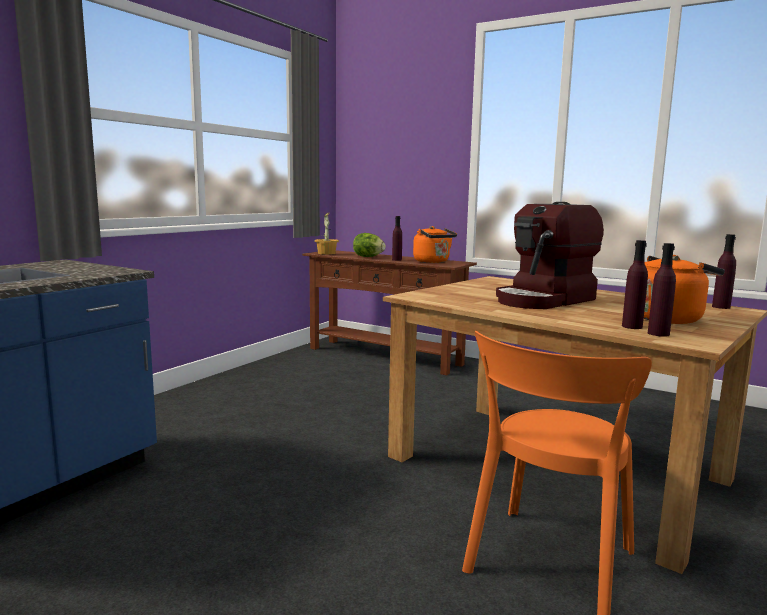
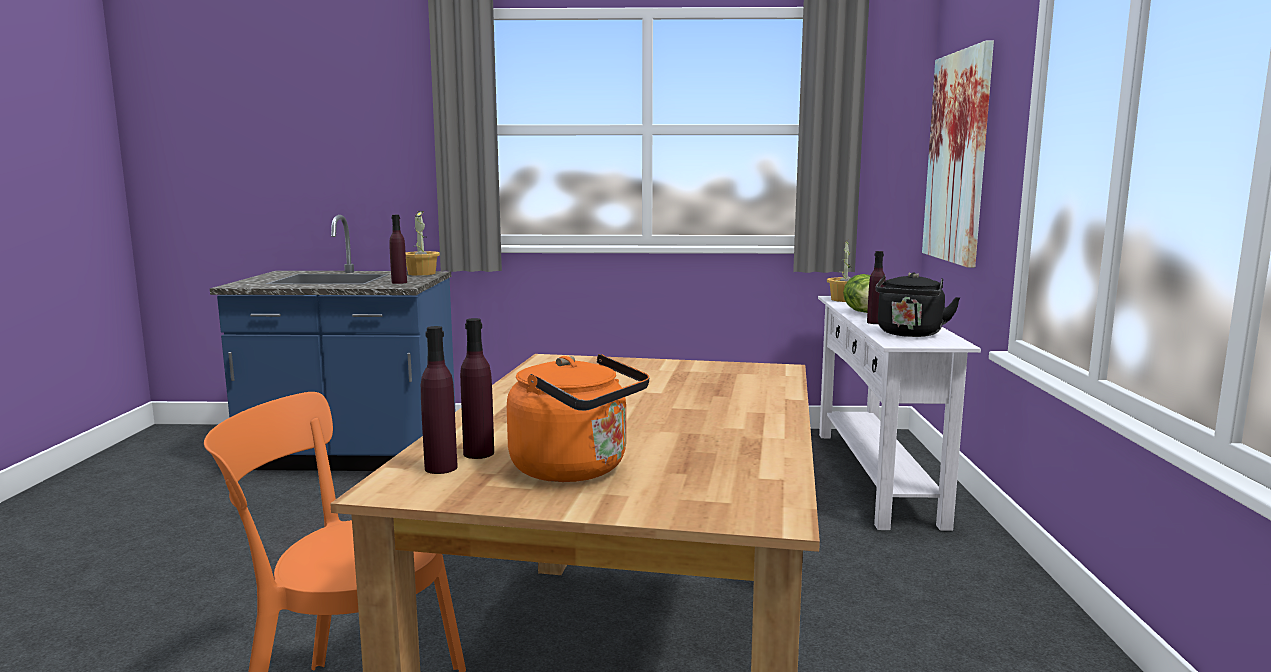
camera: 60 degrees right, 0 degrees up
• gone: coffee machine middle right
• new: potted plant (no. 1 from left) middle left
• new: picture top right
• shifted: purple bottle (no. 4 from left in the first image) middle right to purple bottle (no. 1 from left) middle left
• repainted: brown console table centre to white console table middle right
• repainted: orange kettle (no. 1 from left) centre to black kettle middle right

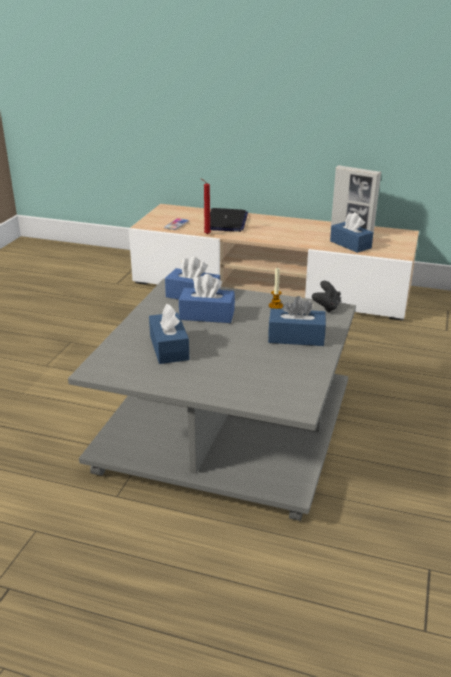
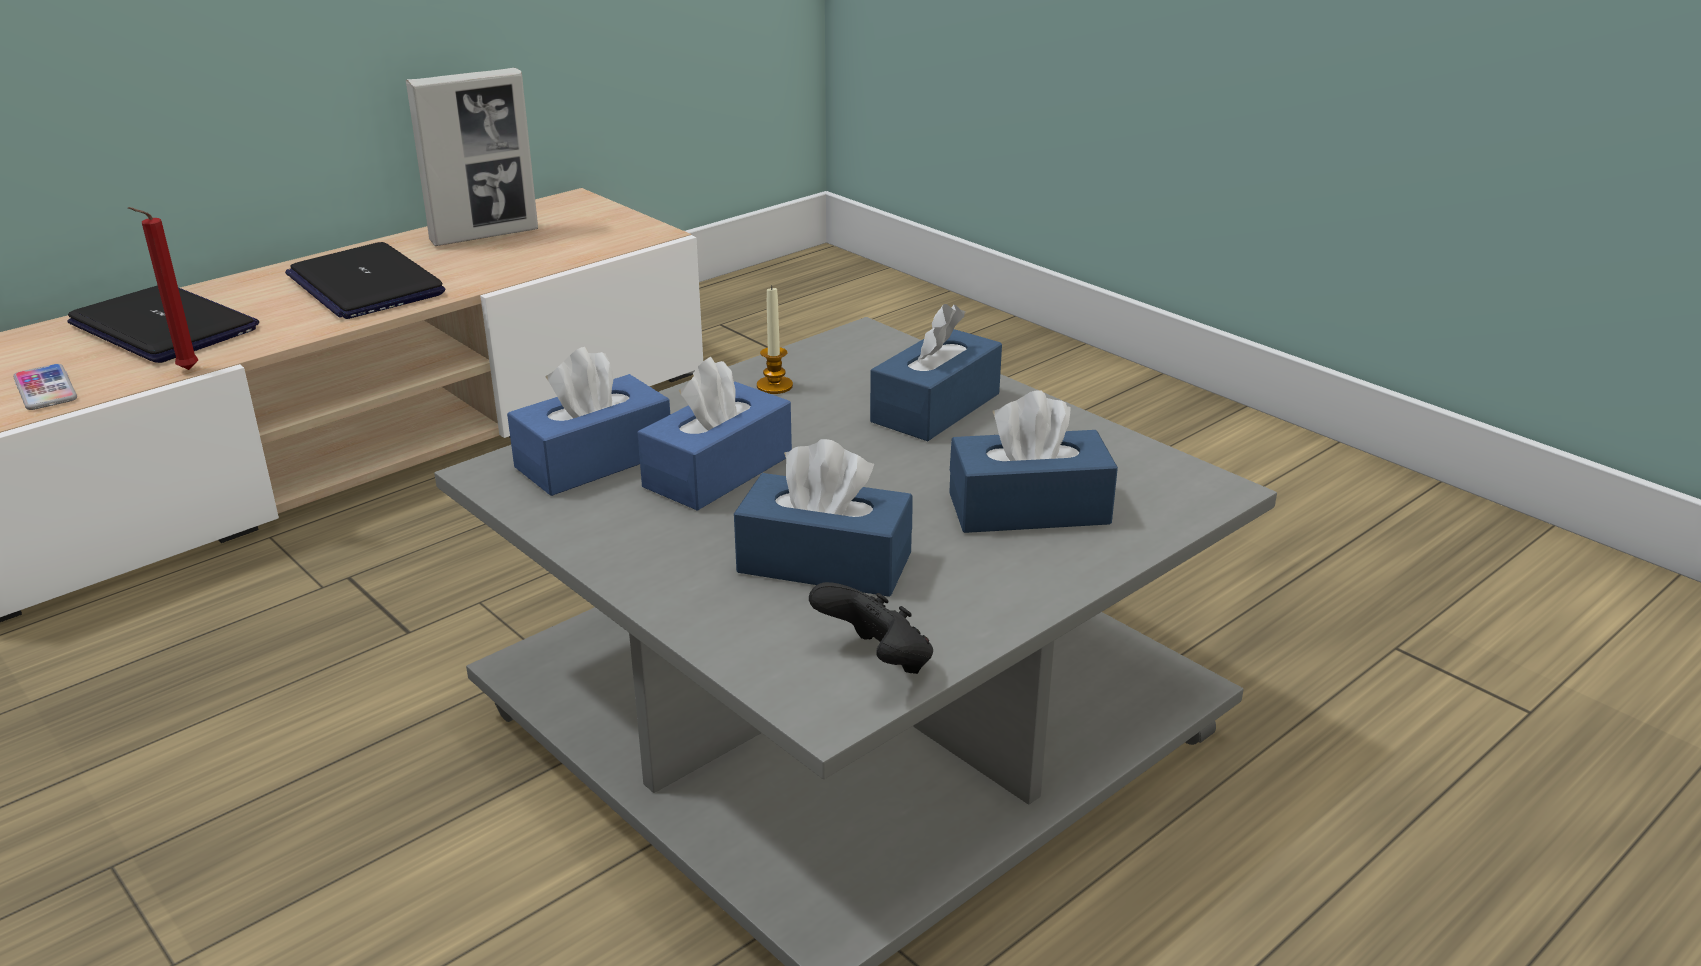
camera: 60 degrees left, 0 degrees up
• new: laptop (no. 2 from left) top left
• shifted: black game controller middle right to centre
• shifted: blue tissue box (no. 5 from left) middle right to centre

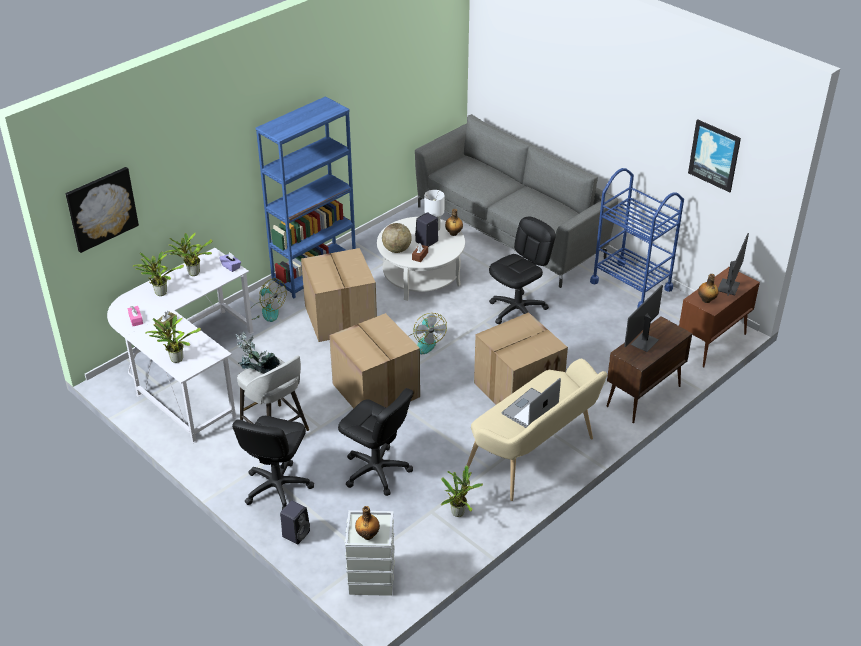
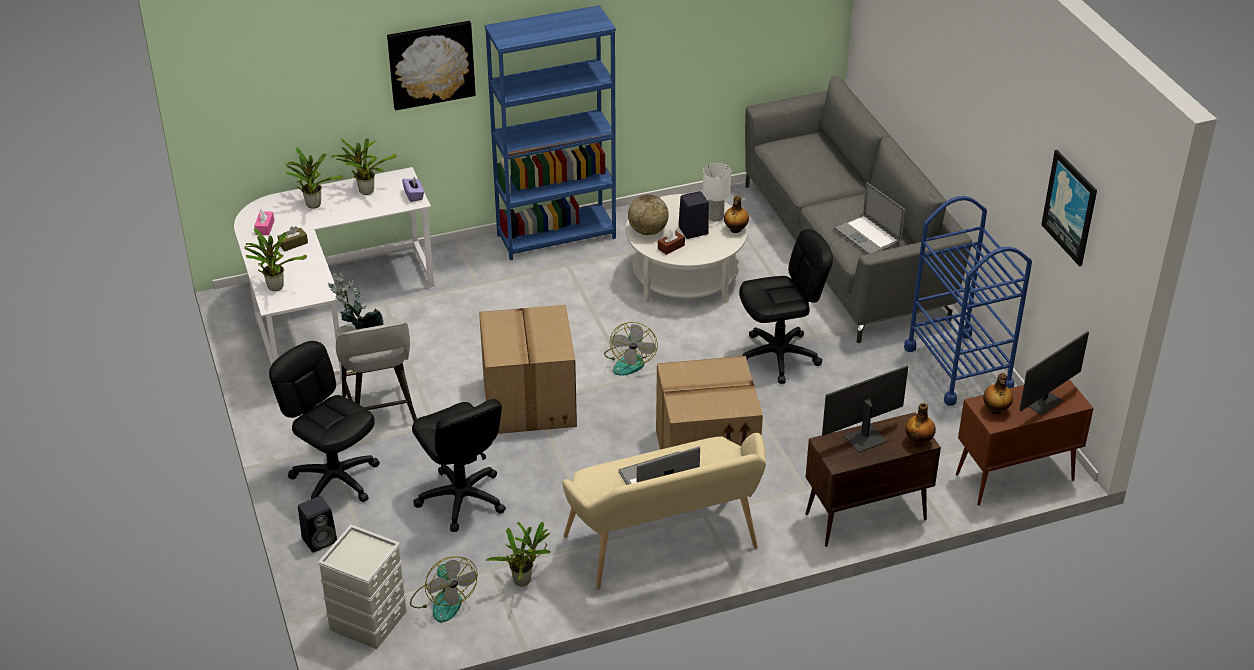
camera: 25 degrees right, 0 degrees up
• gone: cardboard box (no. 1 from left) centre
• new: laptop (no. 2 from left) top right
• shifted: picture (no. 1 from left) top left to top centre
• shifted: fan (no. 1 from left) middle left to bottom centre
• shifted: bottle (no. 1 from left in the first image) bottom centre to bottle (no. 2 from left) middle right
• rotated: black office chair (no. 1 from left) bottom left = middle left 90 degrees clockwise

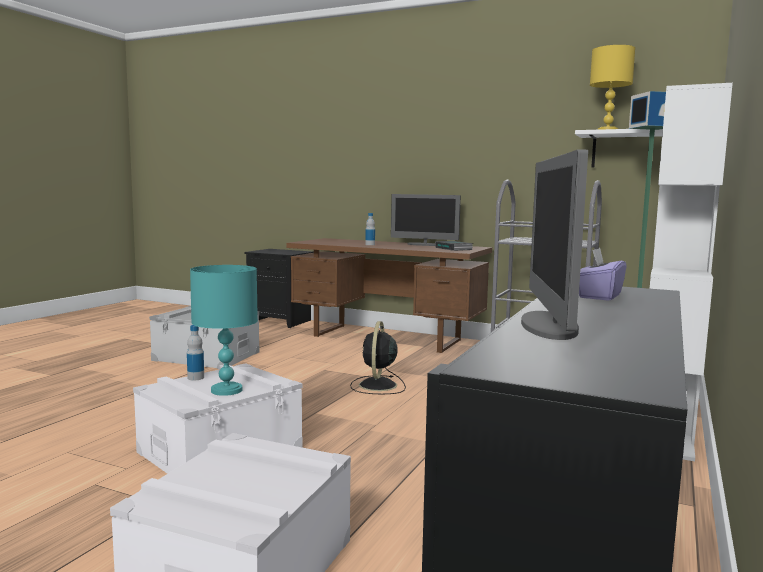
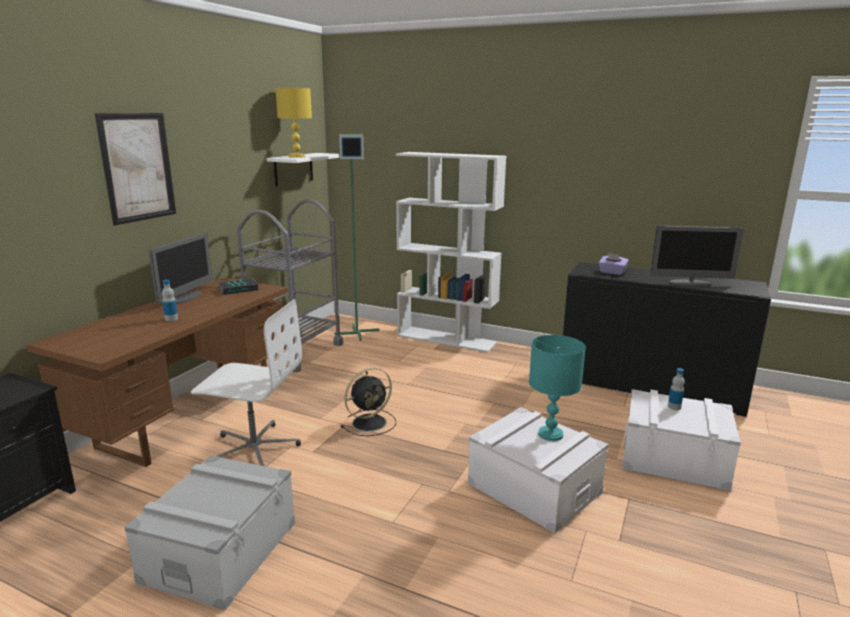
camera: 90 degrees left, 10 degrees up
• new: picture top left
• new: white office chair middle left
• shifted: bottle (no. 1 from left in the first image) middle left to bottle (no. 2 from left) middle right
• rotated: black fan centre = centre 45 degrees counterclockwise

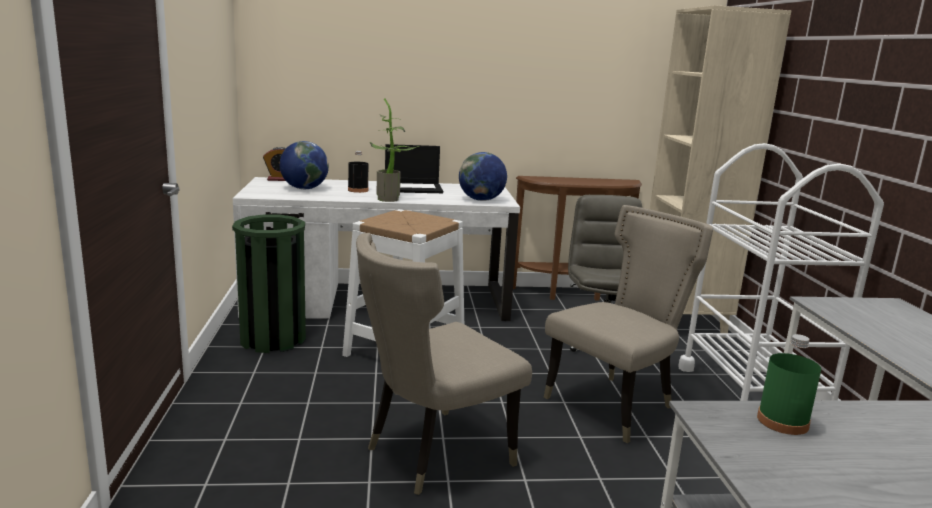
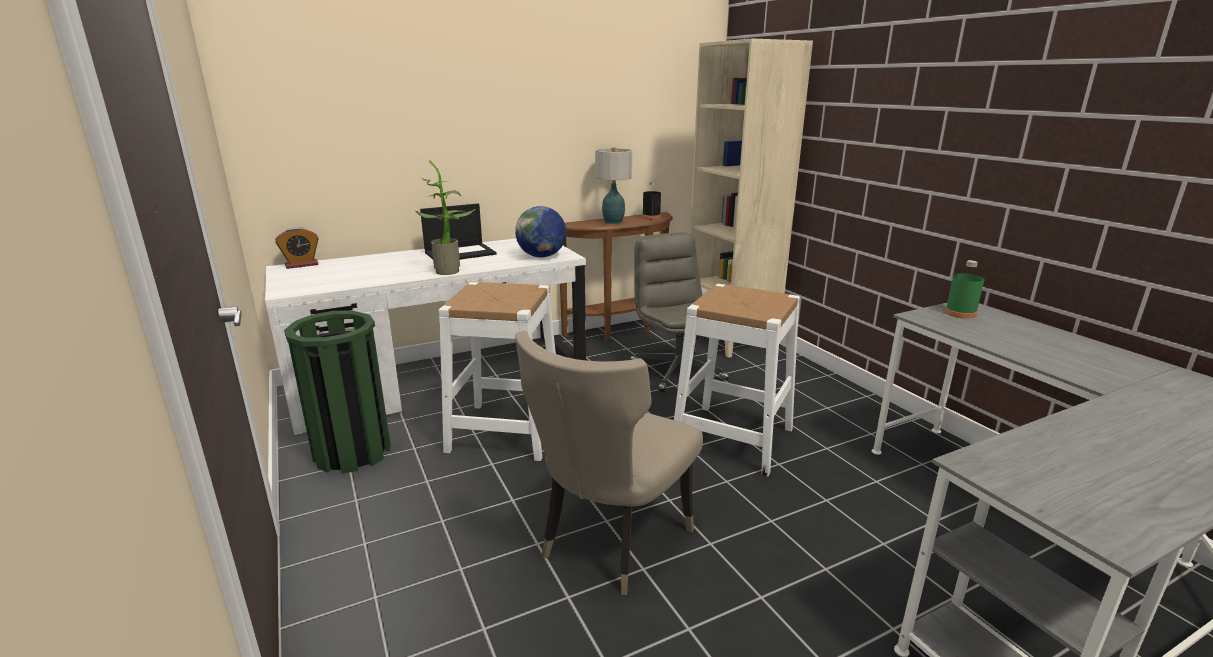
camera: 20 degrees left, 5 degrees up
• gone: globe (no. 1 from left) top left
• gone: white cart middle right
• new: table lamp top centre
• shifted: black bottle centre to top centre
• shifted: green bottle bottom right to middle right
• swapped: beige chair (no. 2 from left) middle right to white stool (no. 2 from left) centre

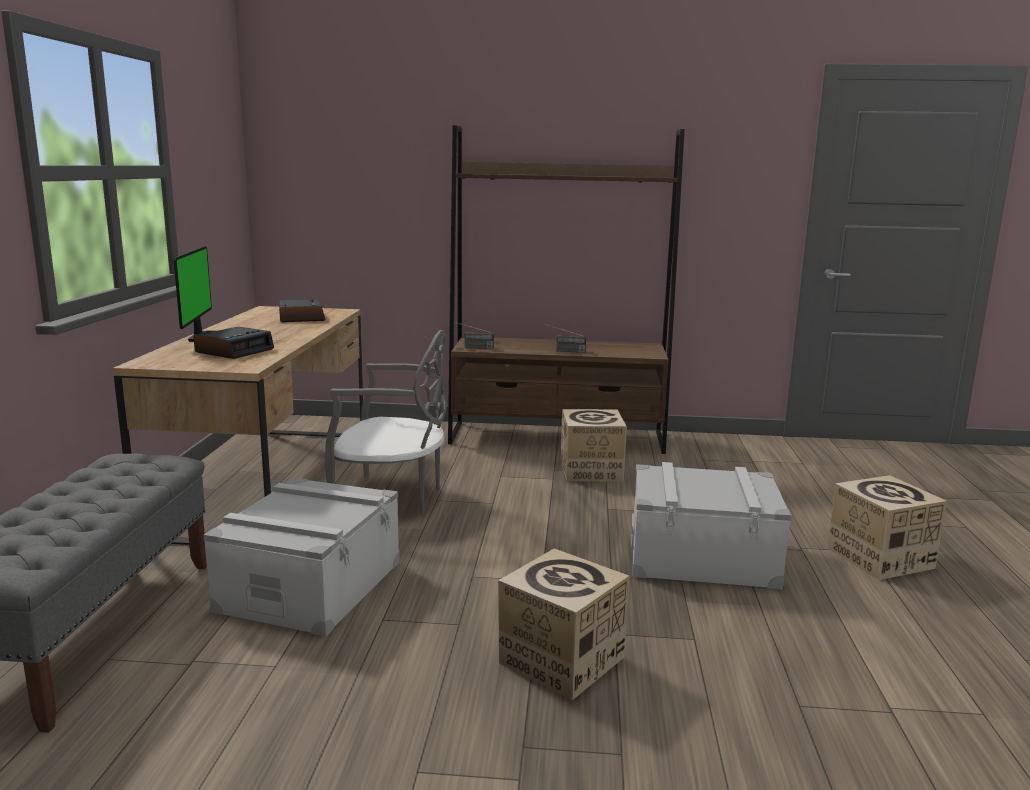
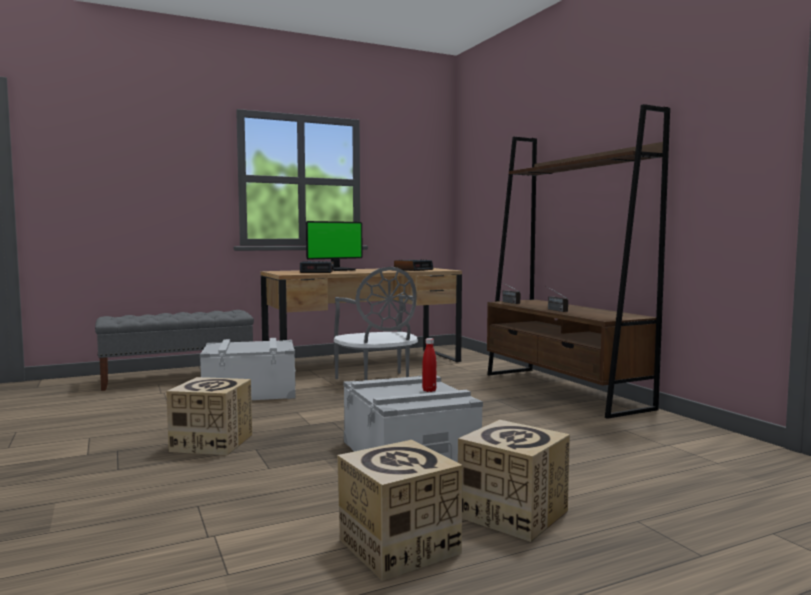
camera: 60 degrees right, 10 degrees down
• new: red bottle centre
• shifted: cardboard box (no. 2 from left) centre to bottom centre

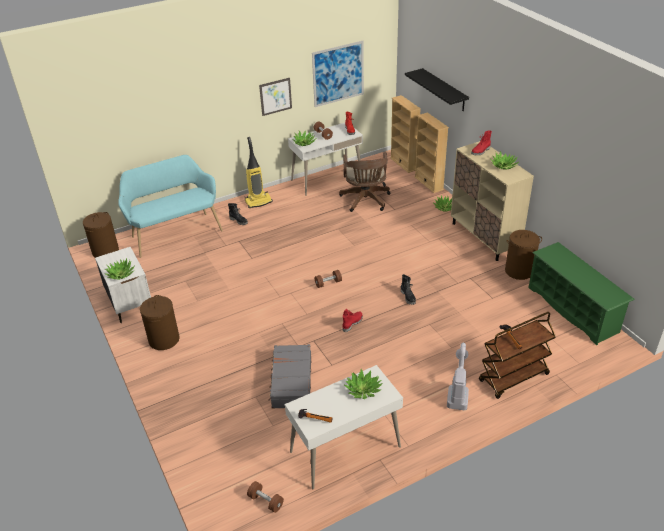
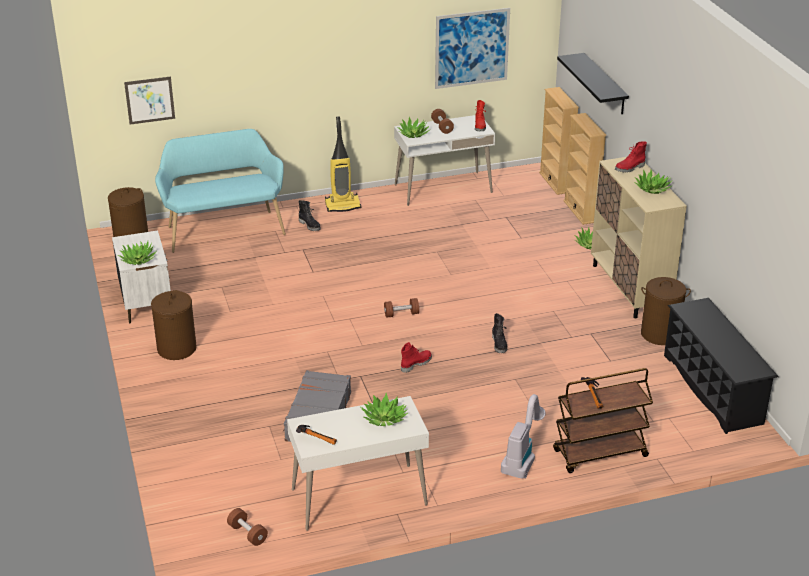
camera: 10 degrees right, 5 degrees down
• gone: brown office chair centre
• shifted: picture (no. 1 from left) top centre to top left
• repainted: green shoe rack middle right to black shoe rack middle right

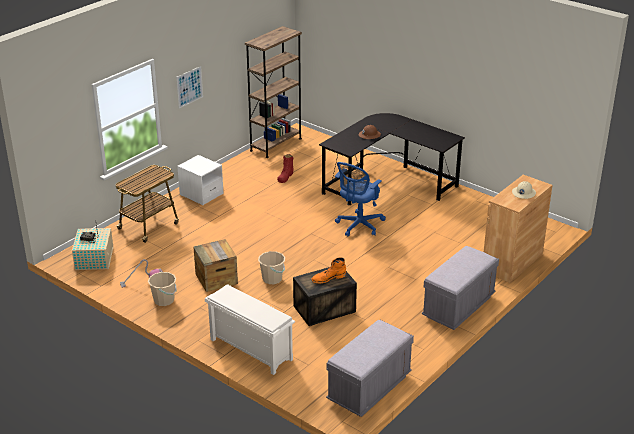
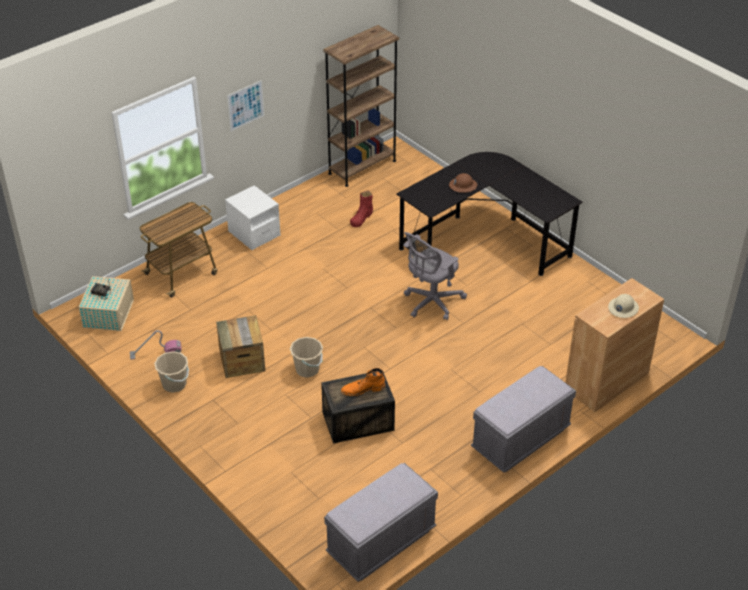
camera: 10 degrees right, 10 degrees up
• gone: white shoe rack bottom centre
• repainted: blue office chair centre to grey office chair centre

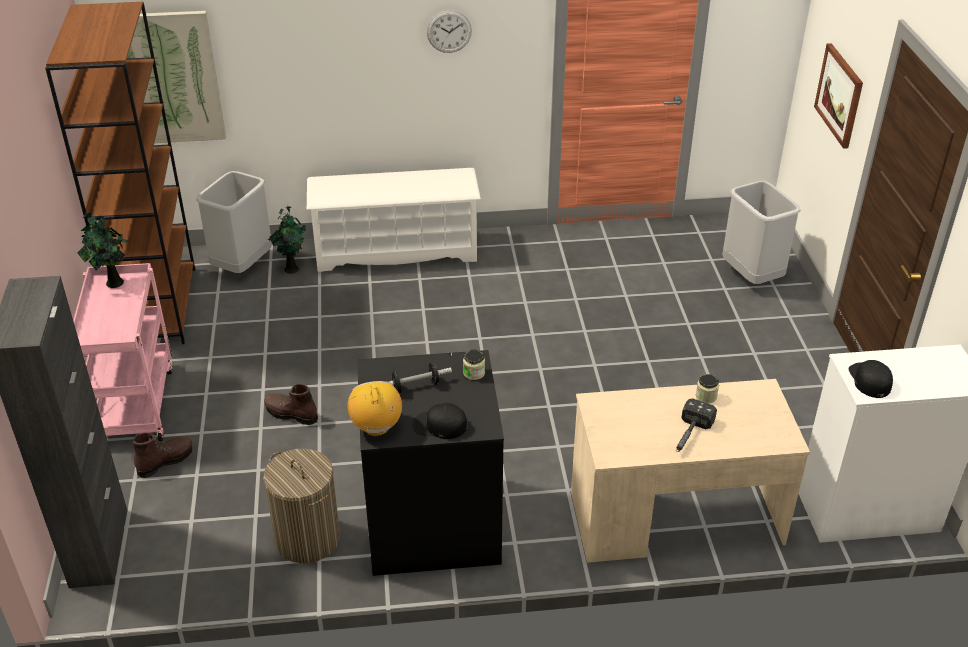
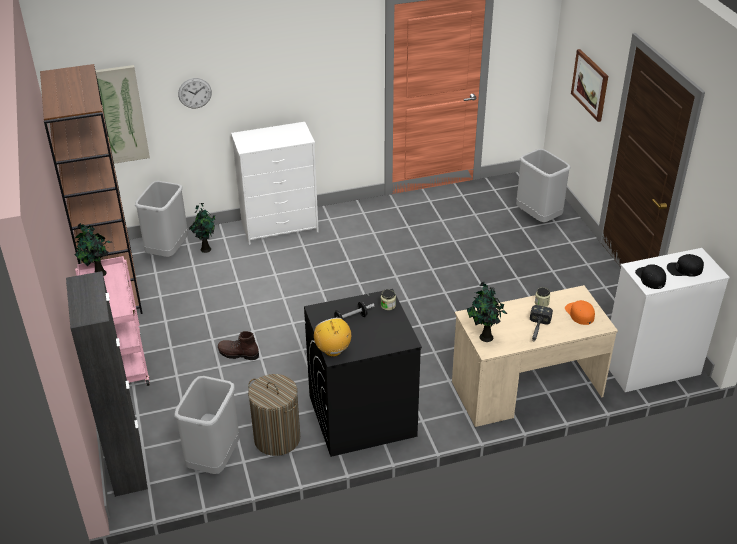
camera: 10 degrees left, 0 degrees up
• gone: brown boot (no. 1 from left) bottom left
• new: grey trash can (no. 2 from left) bottom left
• new: potted plant (no. 3 from left) centre
• new: orange cap middle right
• shifted: black cap (no. 1 from left in the first image) centre to black cap (no. 2 from left) middle right
• shifted: wall clock top centre to top left
• swapped: white shoe rack centre to white dresser (no. 1 from left) centre

